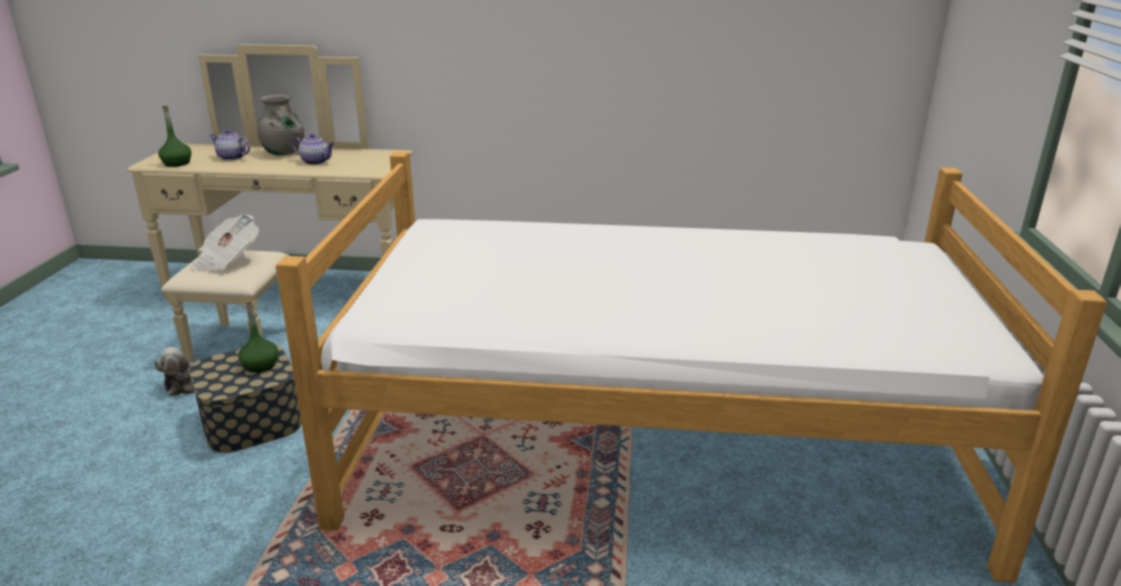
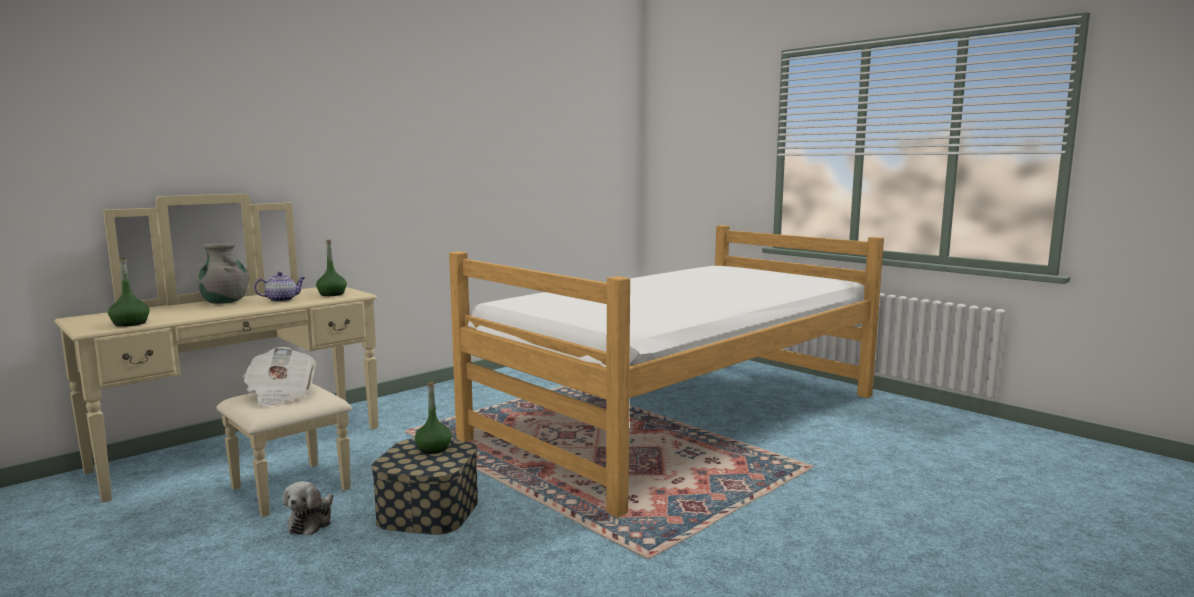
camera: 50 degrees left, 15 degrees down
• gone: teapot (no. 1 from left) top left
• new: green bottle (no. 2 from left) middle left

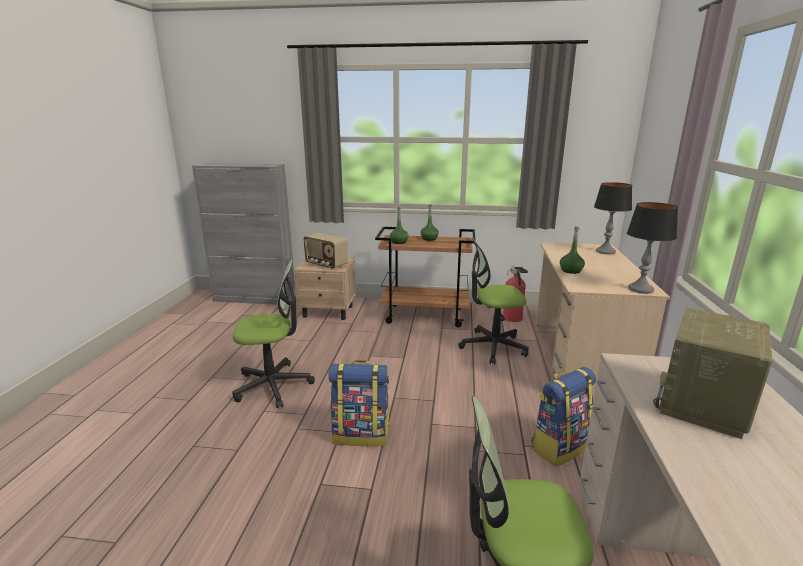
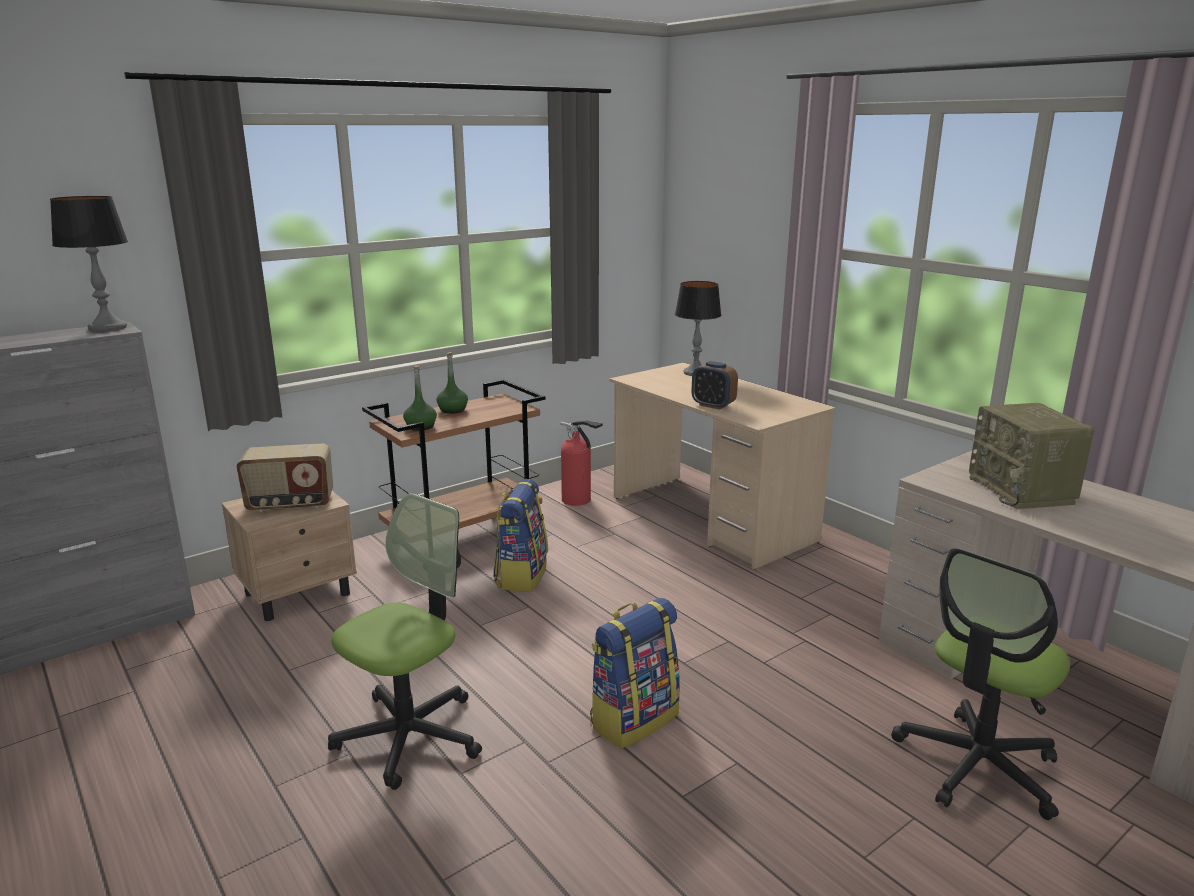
camera: 45 degrees left, 0 degrees up
• gone: office chair (no. 2 from left) centre
• shifted: backpack (no. 2 from left in the first image) bottom right to backpack (no. 1 from left) centre
• shifted: table lamp (no. 2 from left in the first image) middle right to table lamp (no. 1 from left) top left
• swapped: green bottle (no. 3 from left) middle right to alarm clock centre

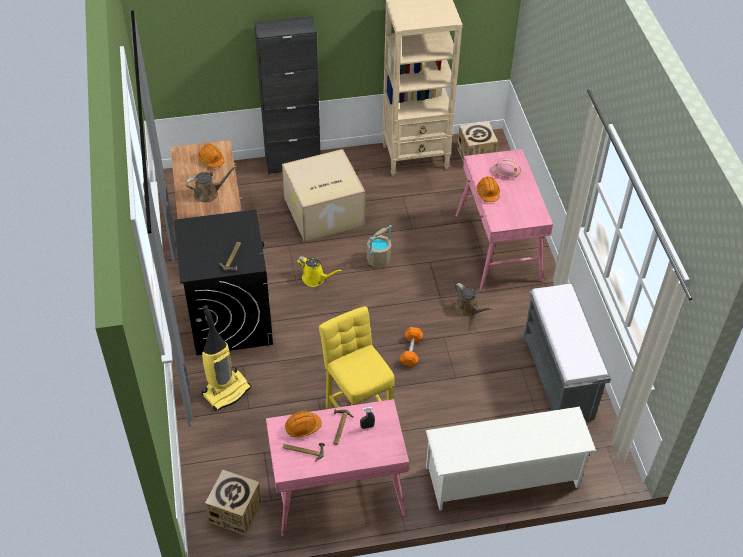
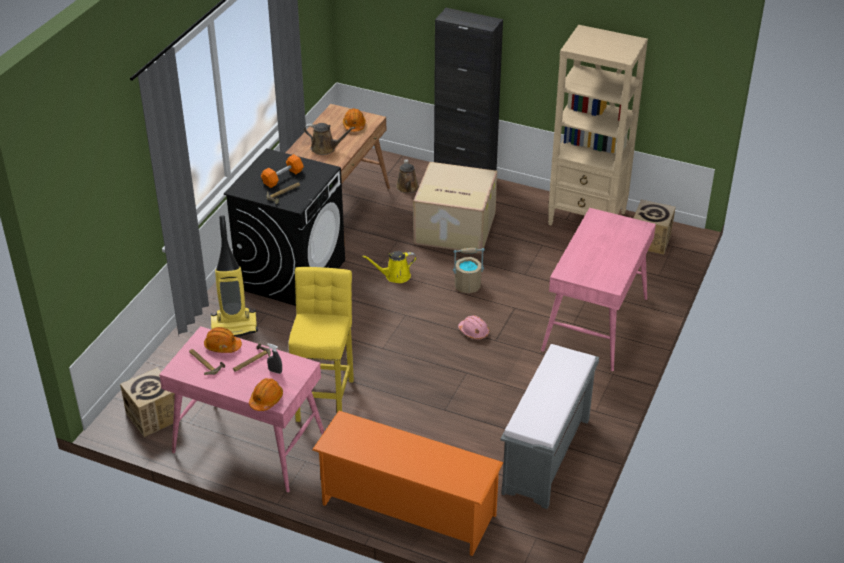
camera: 35 degrees right, 10 degrees down
• shifted: orange dumbbell centre to top centre
• shifted: brown watering can (no. 2 from left) centre to top centre
• shifted: orange hard hat (no. 3 from left in the first image) centre to orange hard hat (no. 2 from left) bottom left
• shifted: pink hard hat top right to centre
• repainted: white shoe rack bottom right to orange shoe rack bottom centre
• rotated: yellow watering can centre = centre 105 degrees clockwise

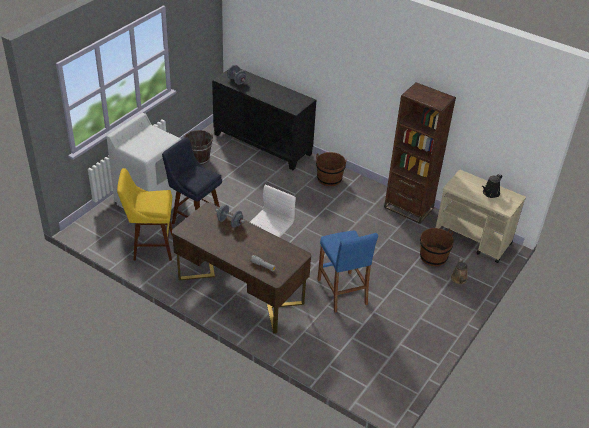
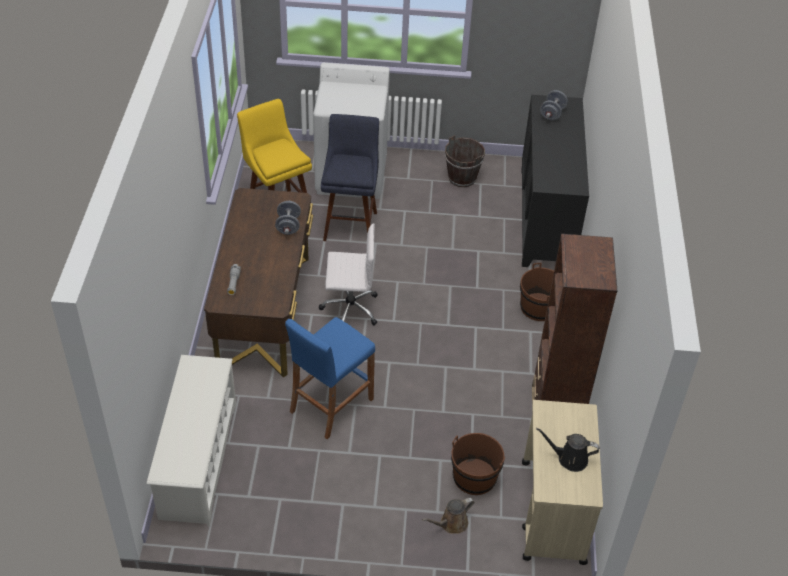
camera: 60 degrees right, 5 degrees up
• new: white shoe rack bottom left

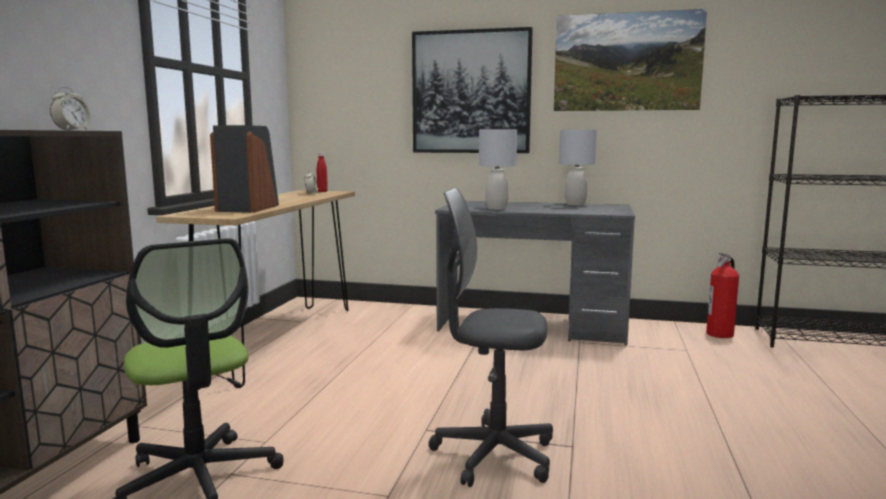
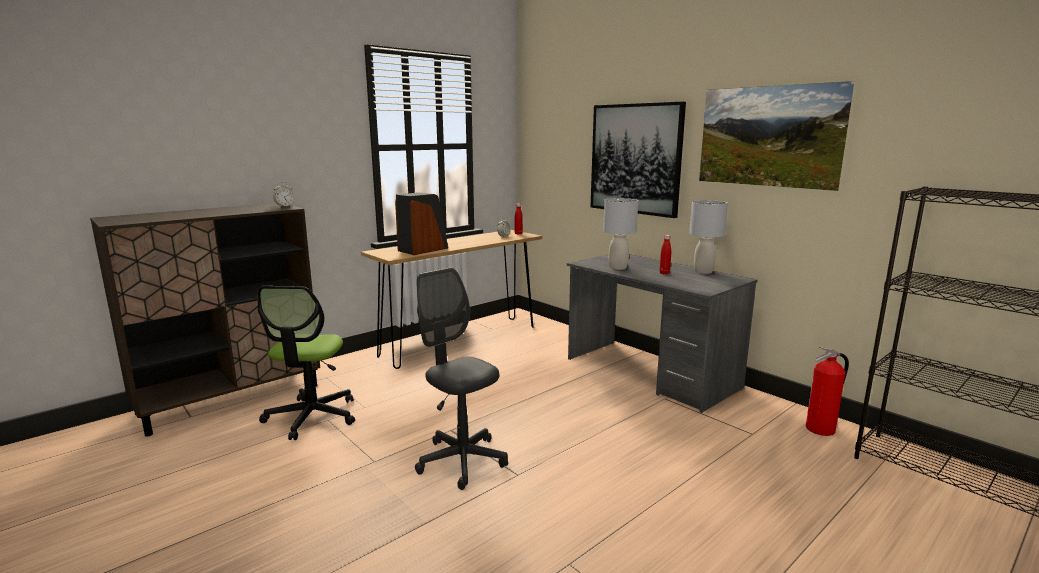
camera: 35 degrees right, 5 degrees up
• new: red bottle (no. 2 from left) centre

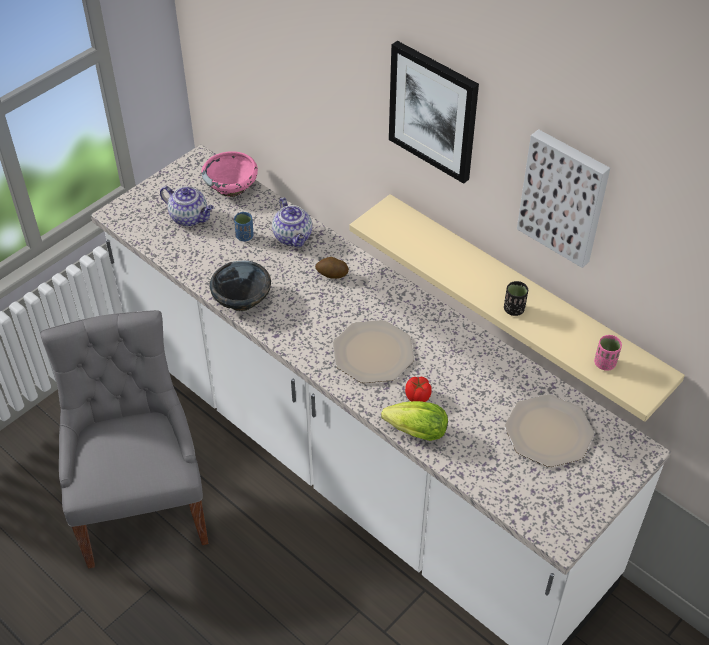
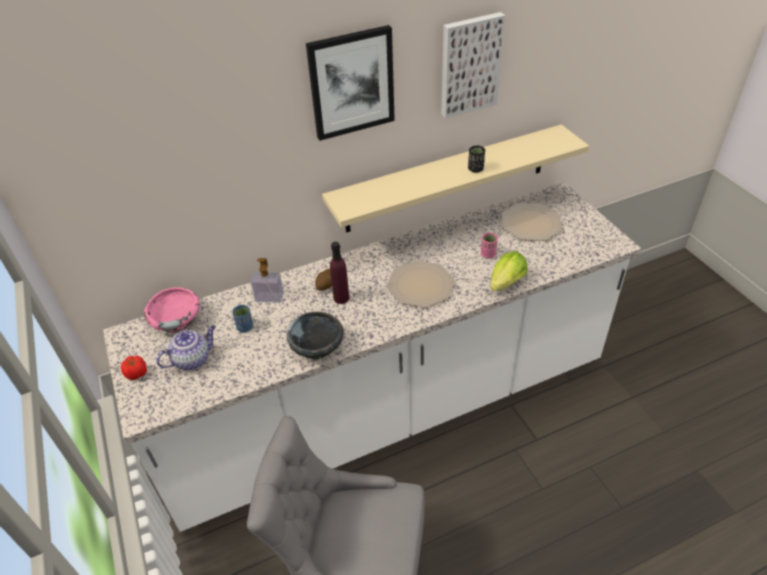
camera: 65 degrees left, 5 degrees down
• new: purple bottle centre
• shifted: tomato centre to middle left
• shifted: pink cup middle right to centre
• swapped: teapot (no. 2 from left) centre to soap dispenser centre

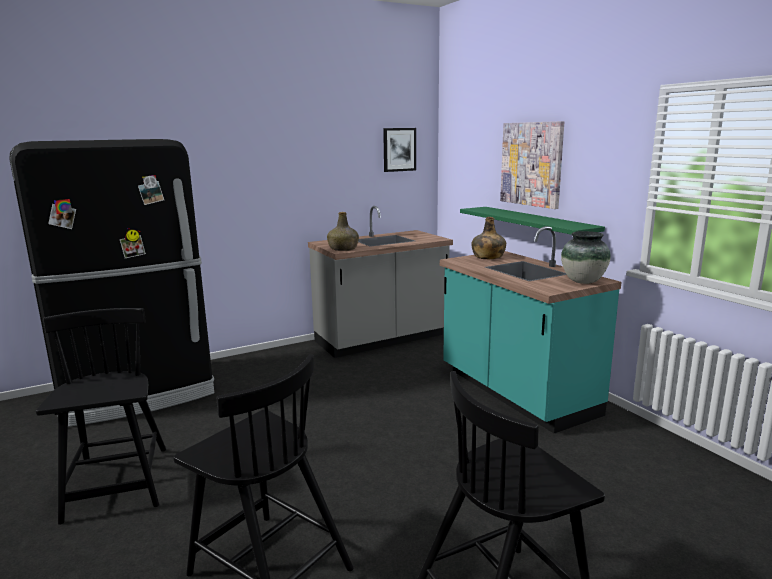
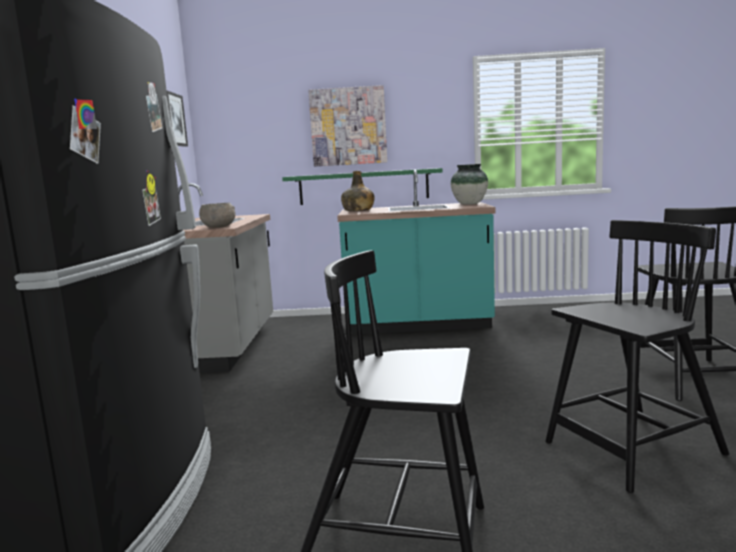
camera: 60 degrees left, 5 degrees down
• swapped: green bottle (no. 1 from left) centre to grey bowl middle left

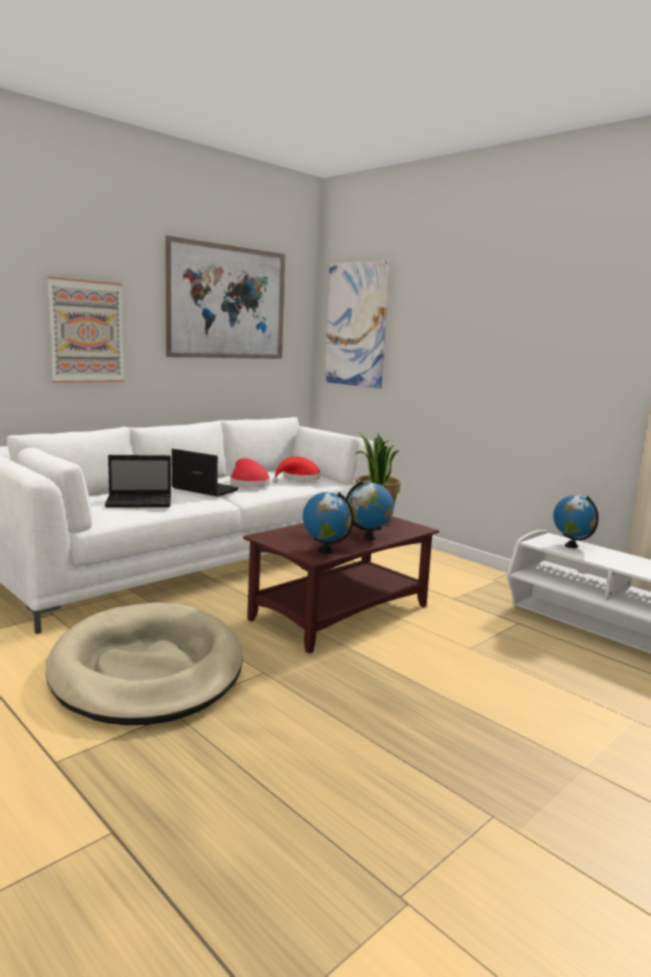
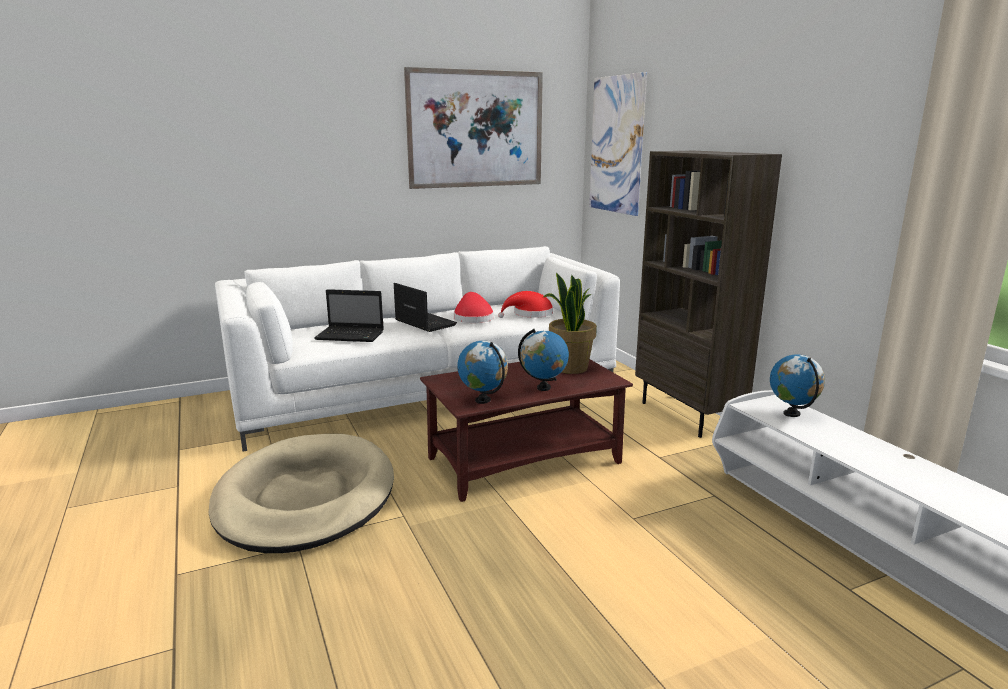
camera: 20 degrees right, 5 degrees up
• gone: picture (no. 1 from left) middle left
• new: brown bookcase middle right

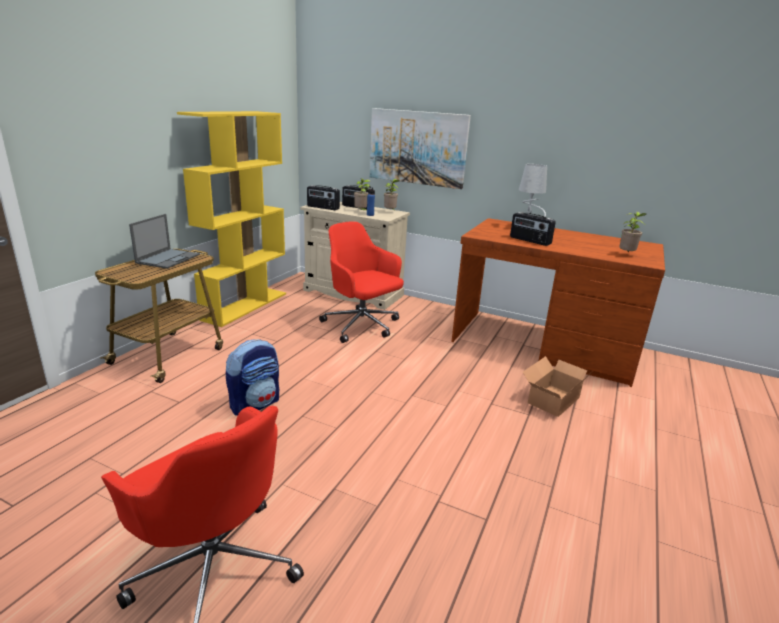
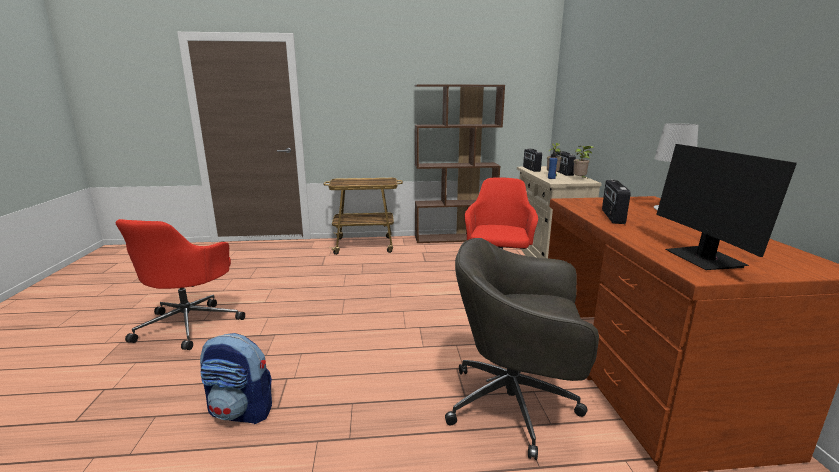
camera: 60 degrees right, 5 degrees down
• gone: laptop middle left
• gone: picture top centre
• shifted: backpack middle left to bottom left
• swapped: cardboard box middle right to grey office chair bottom centre
• swapped: potted plant (no. 3 from left) middle right to monitor middle right
• repainted: yellow bookcase middle left to brown bookcase centre

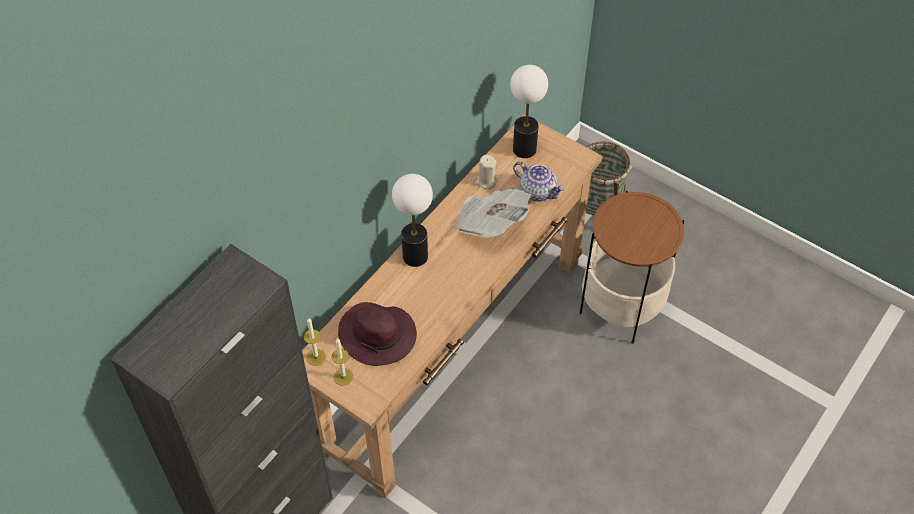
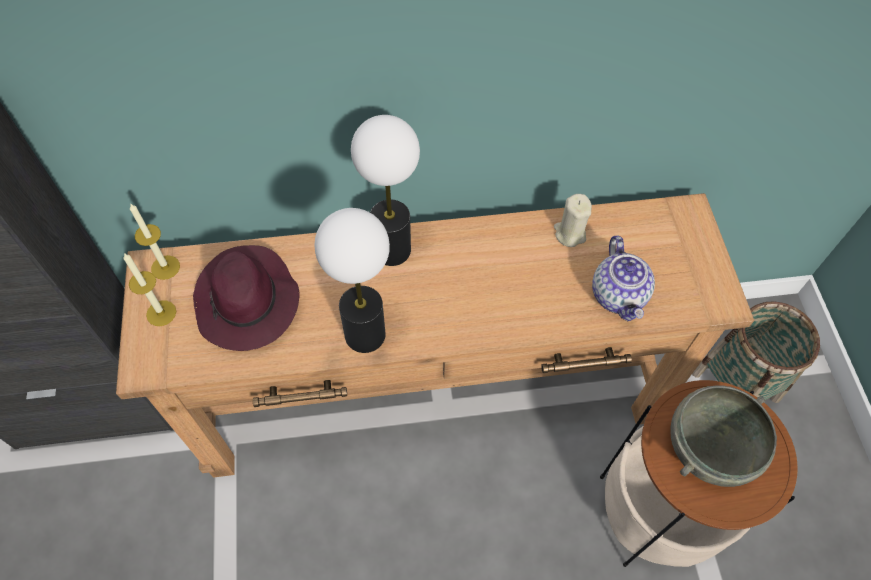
camera: 45 degrees right, 5 degrees up
• gone: newspaper centre
• new: grey bowl bottom right
• shifted: table lamp (no. 2 from left in the first image) top centre to table lamp (no. 1 from left) centre

